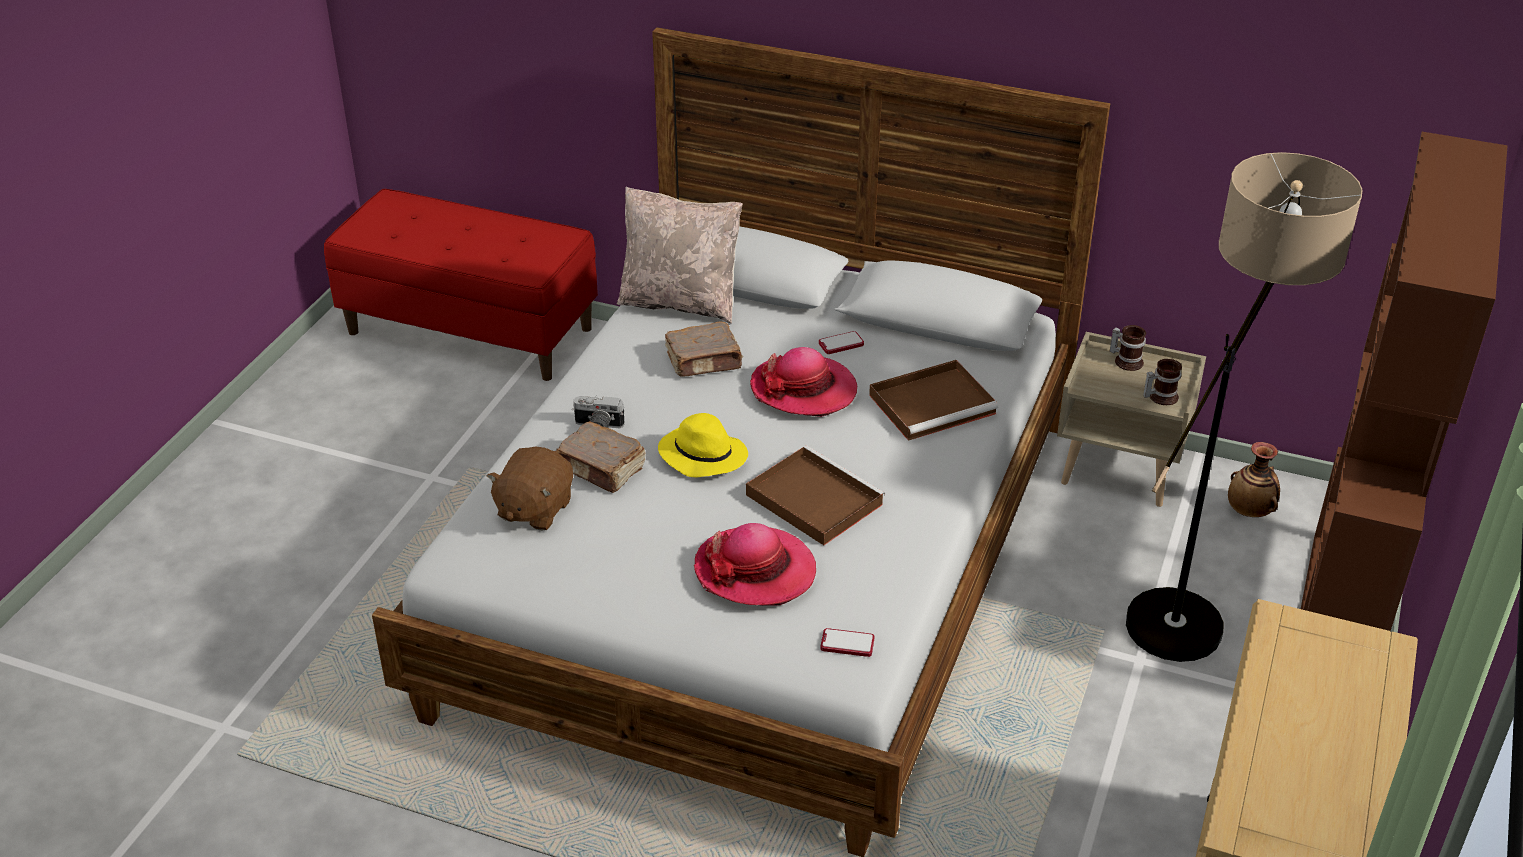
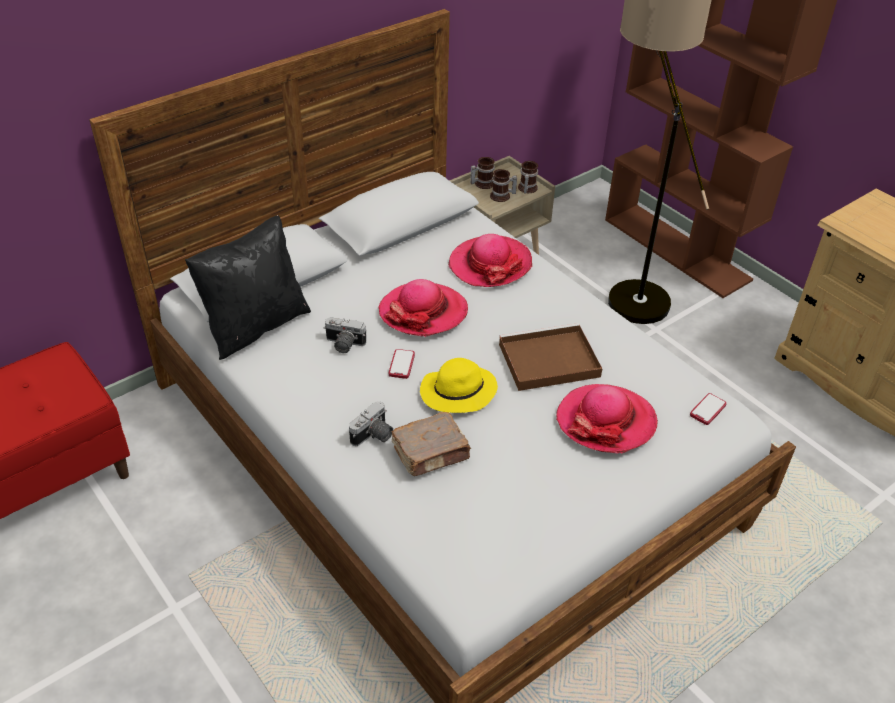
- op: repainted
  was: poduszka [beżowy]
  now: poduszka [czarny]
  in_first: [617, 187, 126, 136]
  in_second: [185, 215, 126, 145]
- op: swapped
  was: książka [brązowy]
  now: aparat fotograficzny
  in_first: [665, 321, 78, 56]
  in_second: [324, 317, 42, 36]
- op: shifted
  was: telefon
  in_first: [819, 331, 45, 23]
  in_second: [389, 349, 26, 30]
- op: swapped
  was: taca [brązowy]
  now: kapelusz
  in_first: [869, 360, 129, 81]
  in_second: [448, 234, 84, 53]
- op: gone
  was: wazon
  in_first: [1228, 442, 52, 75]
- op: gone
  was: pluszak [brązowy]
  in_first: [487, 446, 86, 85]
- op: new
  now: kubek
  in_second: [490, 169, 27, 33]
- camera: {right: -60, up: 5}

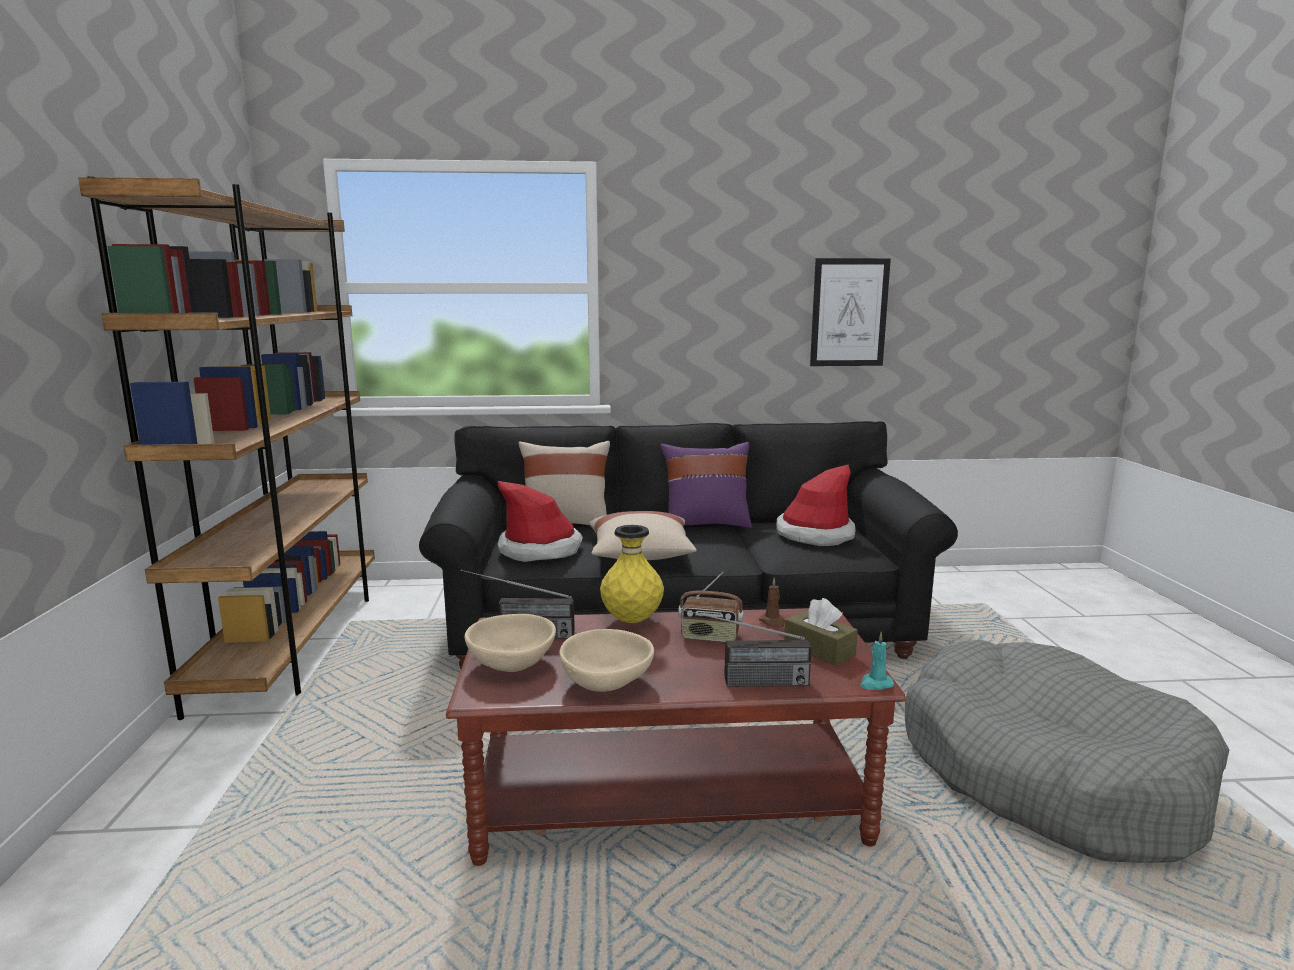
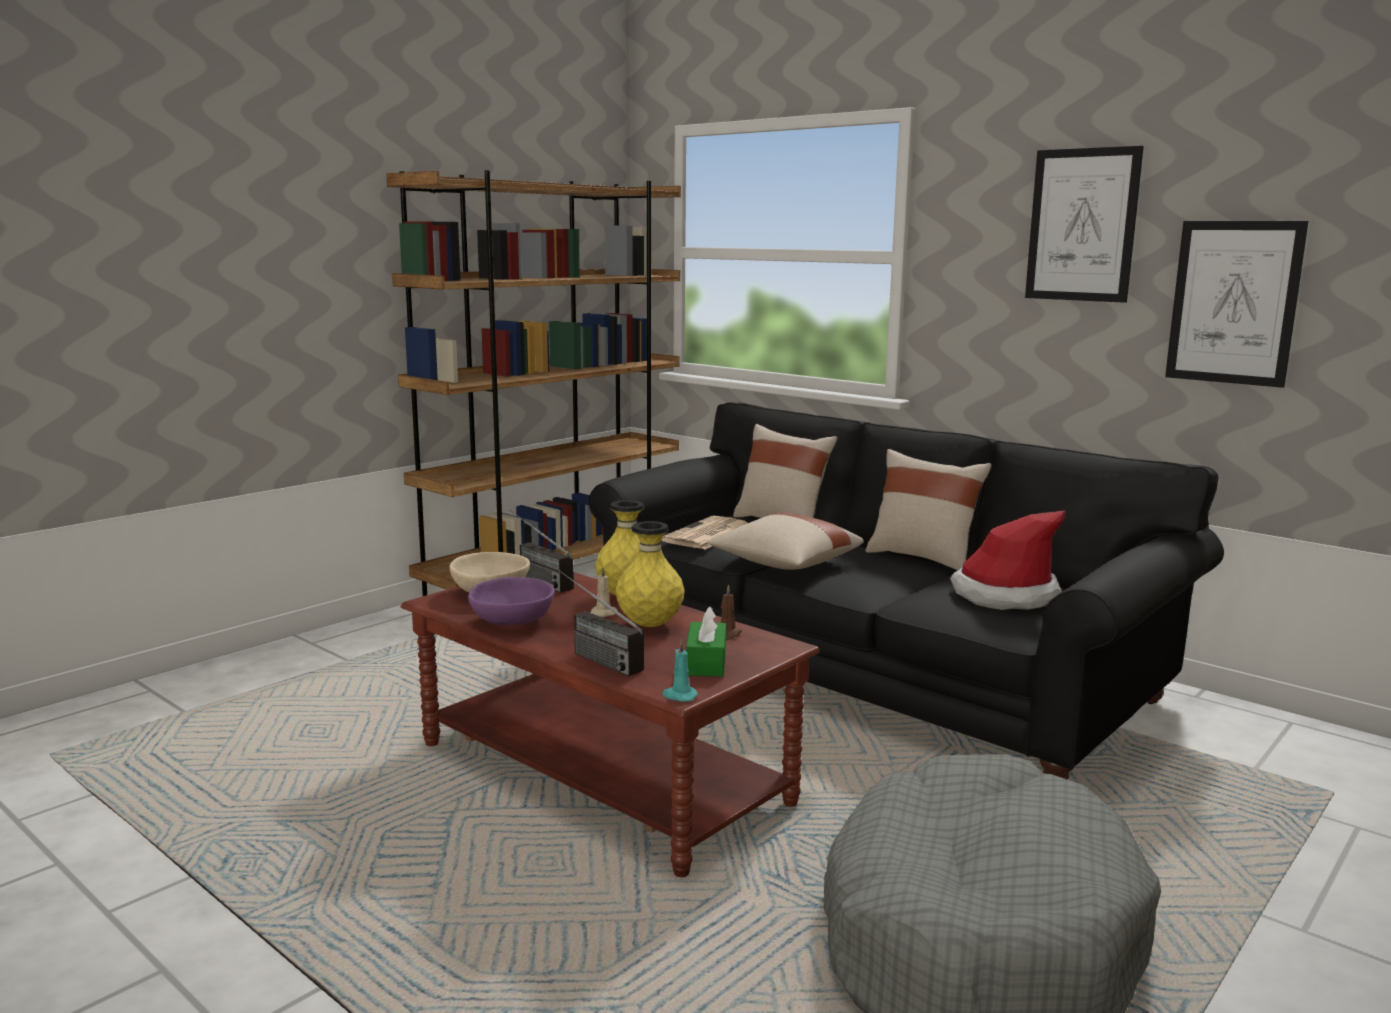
- op: repainted
  was: poduszka [fioletowy]
  now: poduszka [beżowy]
  in_first: [660, 442, 92, 86]
  in_second: [865, 449, 126, 121]
- op: swapped
  was: kapelusz
  now: gazeta
  in_first: [498, 481, 85, 81]
  in_second: [661, 516, 86, 34]
- op: swapped
  was: radio
  now: wazon [żółty]
  in_first: [678, 572, 66, 70]
  in_second: [616, 521, 69, 106]
- op: repainted
  was: pudełko chusteczek [brązowy]
  now: pudełko chusteczek [zielony]
  in_first: [784, 598, 74, 68]
  in_second: [686, 606, 40, 71]
- op: repainted
  was: miska [beżowy]
  now: miska [fioletowy]
  in_first: [559, 629, 95, 63]
  in_second: [468, 577, 87, 49]
- op: new
  now: obraz
  in_second: [1025, 146, 119, 157]
- op: new
  now: świeca [beżowy]
  in_second: [590, 566, 27, 51]
- camera: {right: 45, up: 0}

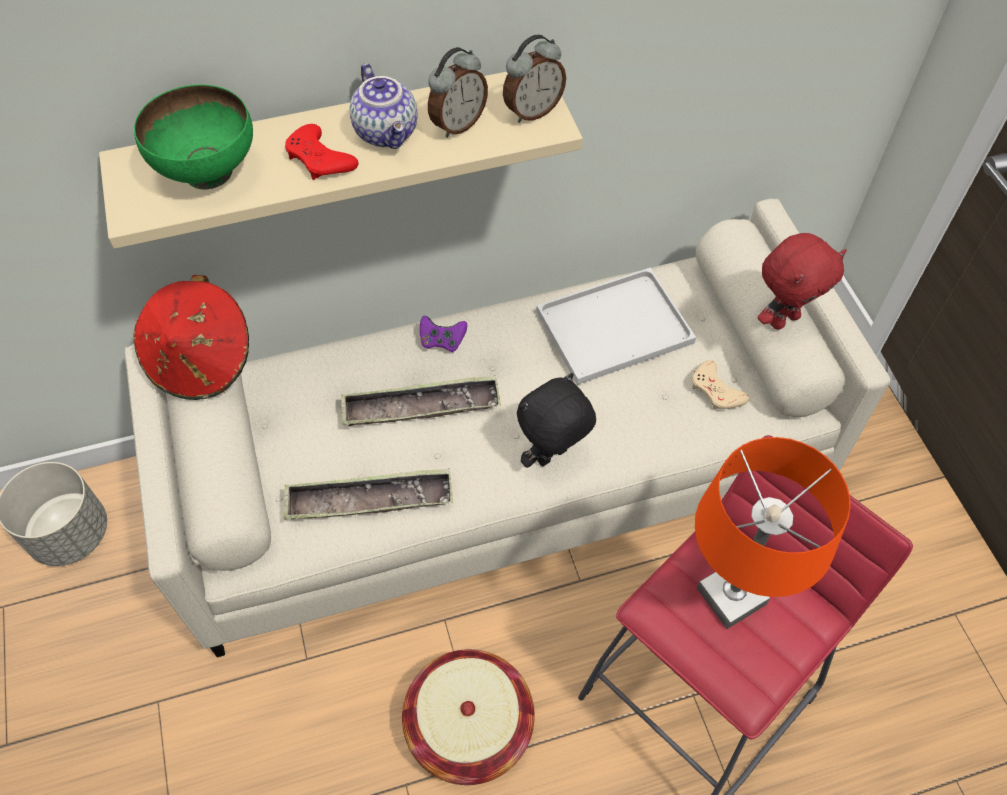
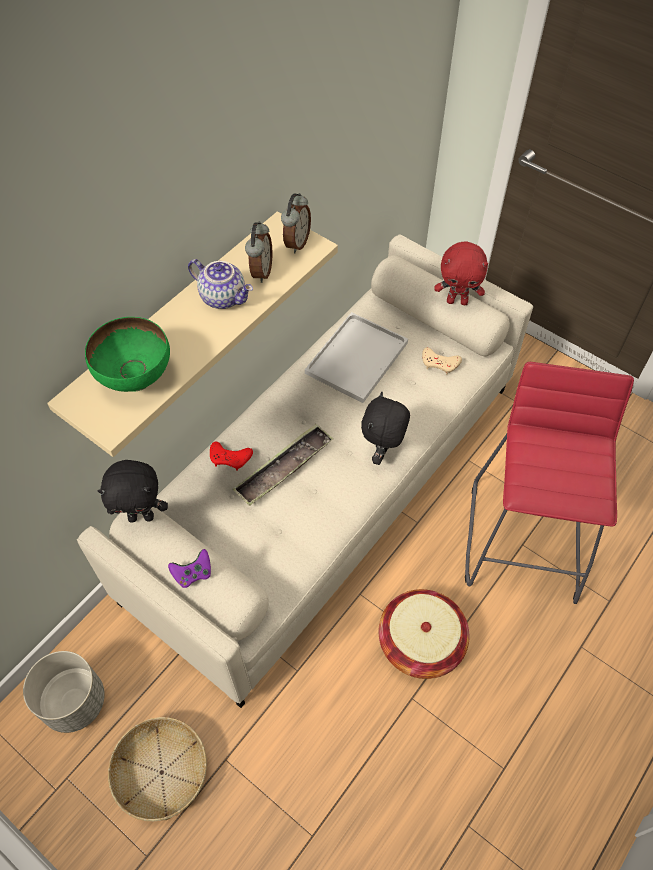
- op: shifted
  was: pad do gier [czerwony]
  in_first: [285, 124, 74, 56]
  in_second: [210, 442, 43, 29]
- op: rotated
  was: pluszak [czerwony]
  in_first: [758, 233, 89, 97]
  in_second: [434, 241, 54, 64]
  clockwise: 75
- op: swapped
  was: kapelusz [czerwony]
  now: pluszak [czarny]
  in_first: [133, 275, 116, 125]
  in_second: [98, 460, 70, 63]
- op: shifted
  was: pad do gier [fioletowy]
  in_first: [420, 316, 47, 36]
  in_second: [168, 549, 43, 39]
- op: gone
  was: lampa stołowa [pomarańczowy]
  in_first: [695, 437, 156, 192]
- op: gone
  was: taca
  in_first: [283, 469, 170, 51]
- op: new
  now: koszyk
  in_second: [108, 717, 99, 104]
- camera: {right: -35, up: 0}

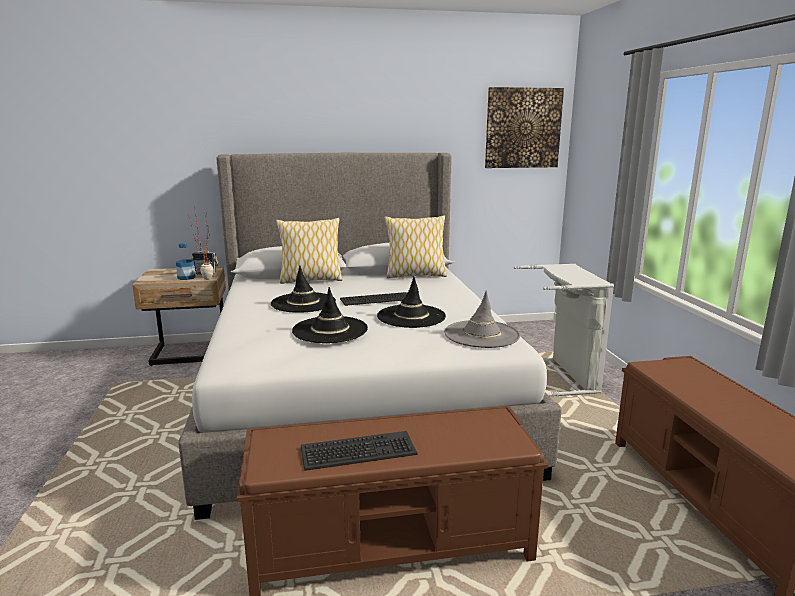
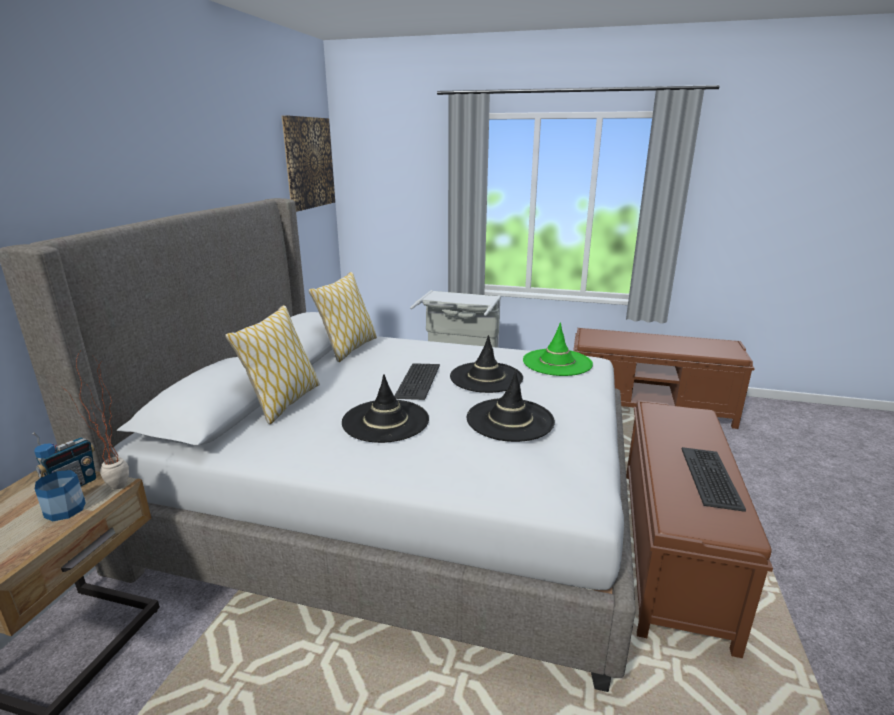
- op: repainted
  was: kapelusz [szary]
  now: kapelusz [zielony]
  in_first: [444, 291, 77, 57]
  in_second: [523, 322, 70, 54]
- camera: {right: -65, up: 5}

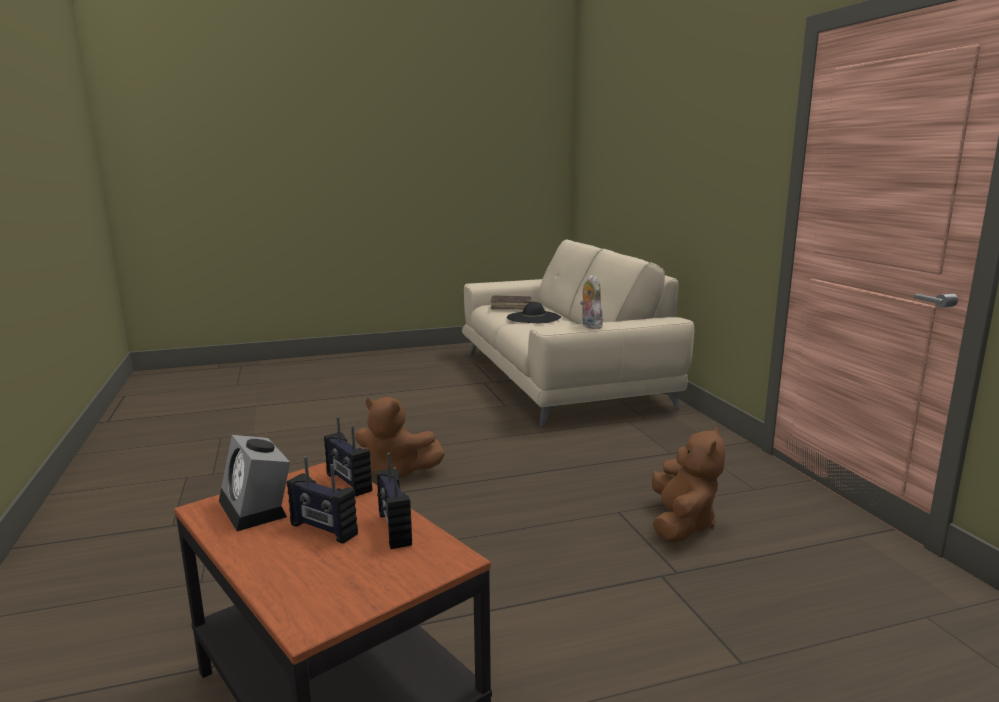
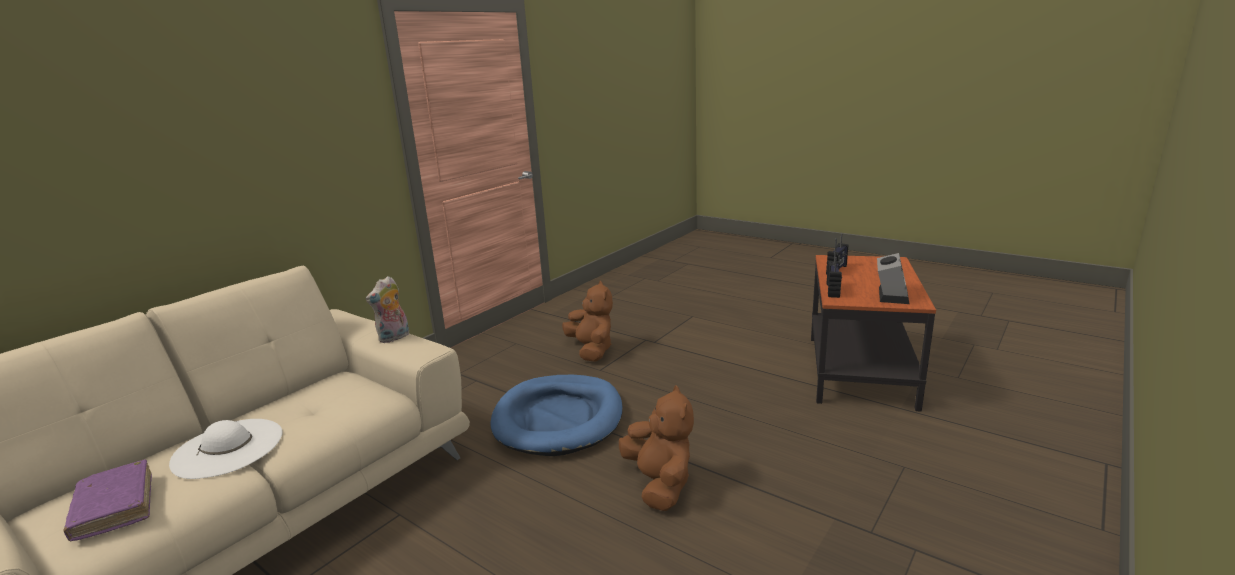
- op: repainted
  was: książka [brązowy]
  now: książka [fioletowy]
  in_first: [491, 295, 41, 14]
  in_second: [63, 460, 89, 81]
- op: repainted
  was: kapelusz [czarny]
  now: kapelusz [biały]
  in_first: [507, 302, 54, 21]
  in_second: [169, 419, 114, 60]
- op: rotated
  was: pluszak [brązowy]
  in_first: [652, 427, 73, 116]
  in_second: [562, 281, 51, 81]
  clockwise: 90
- op: gone
  was: radio
  in_first: [287, 456, 71, 88]
- op: new
  now: legowisko [niebieski]
  in_second: [490, 375, 133, 81]
- camera: {right: -125, up: 5}

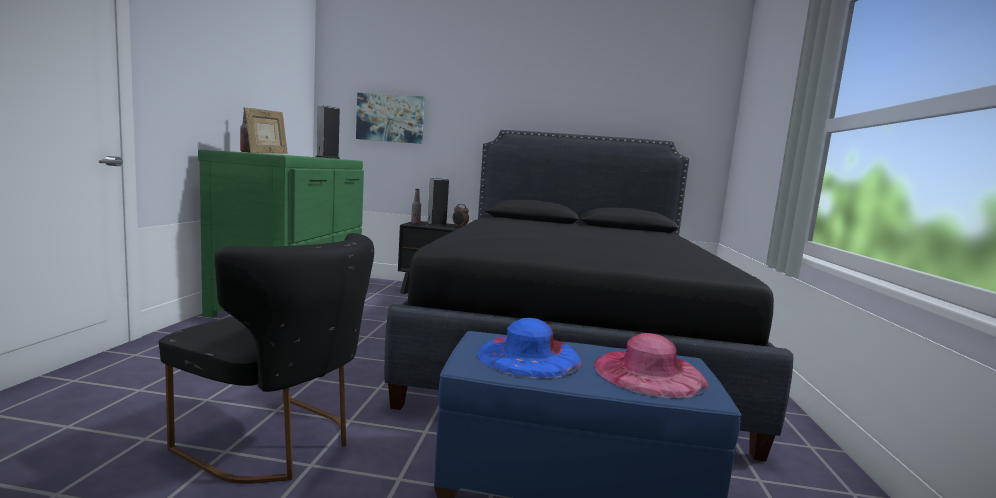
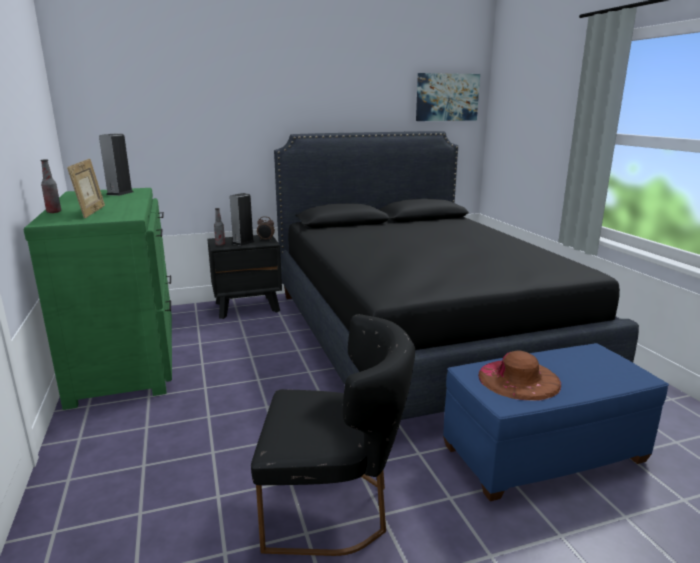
- op: shifted
  was: obraz
  in_first: [356, 93, 69, 51]
  in_second: [416, 73, 64, 48]
- op: repainted
  was: kapelusz [niebieski]
  now: kapelusz [brązowy]
  in_first: [477, 318, 106, 60]
  in_second: [478, 350, 84, 51]
- op: gone
  was: kapelusz [różowy]
  in_first: [594, 333, 115, 66]
- camera: {right: -25, up: 10}

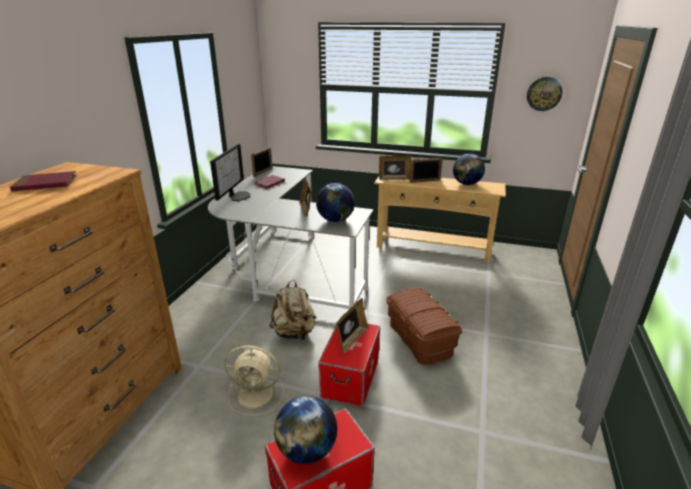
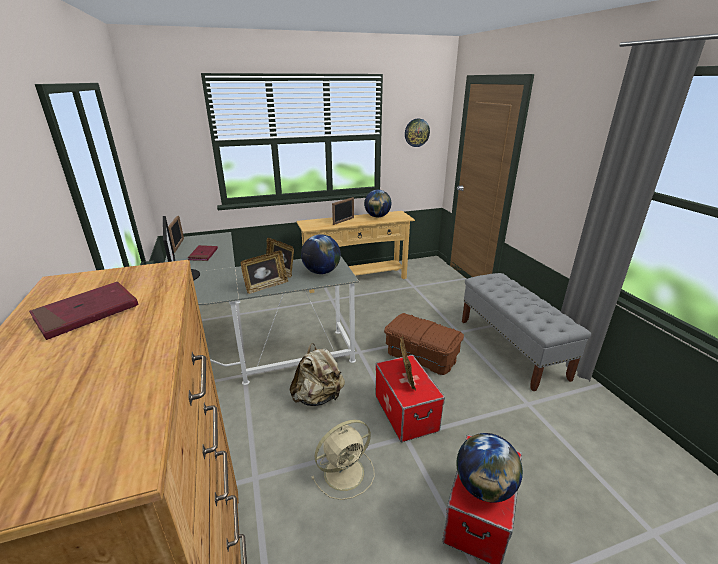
- op: shifted
  was: ramka na zdjęcie
  in_first: [379, 155, 32, 26]
  in_second: [240, 250, 48, 44]
- op: new
  now: ławka [szary]
  in_second: [462, 273, 129, 118]
- camera: {right: -35, up: 0}

